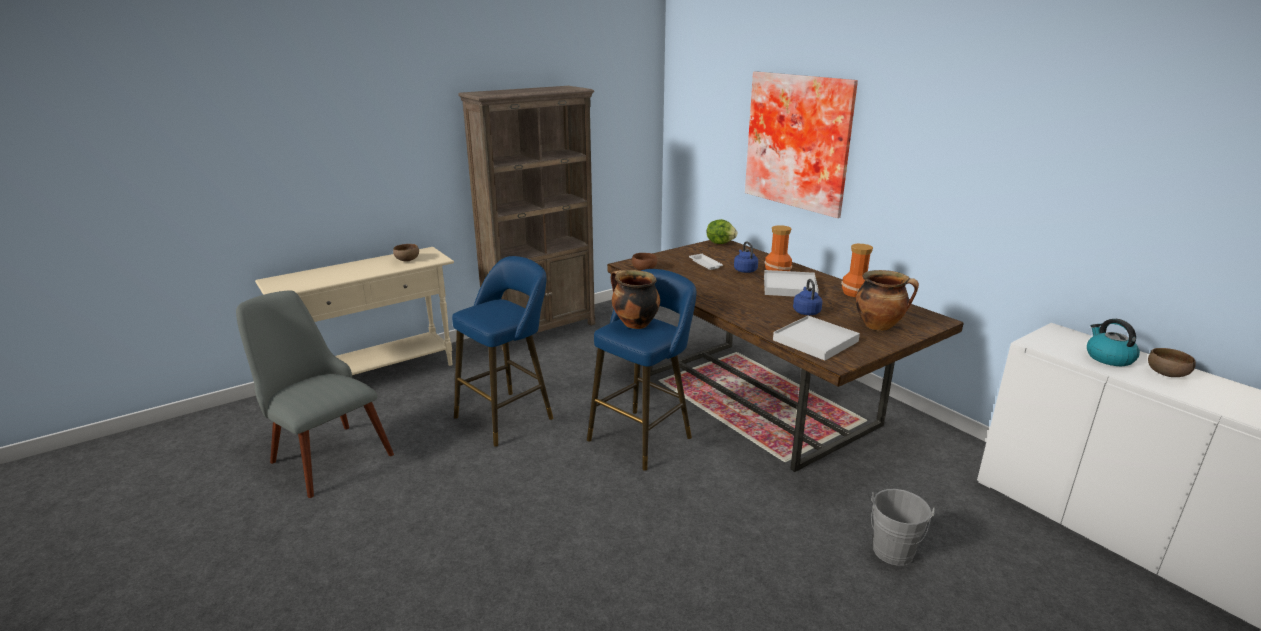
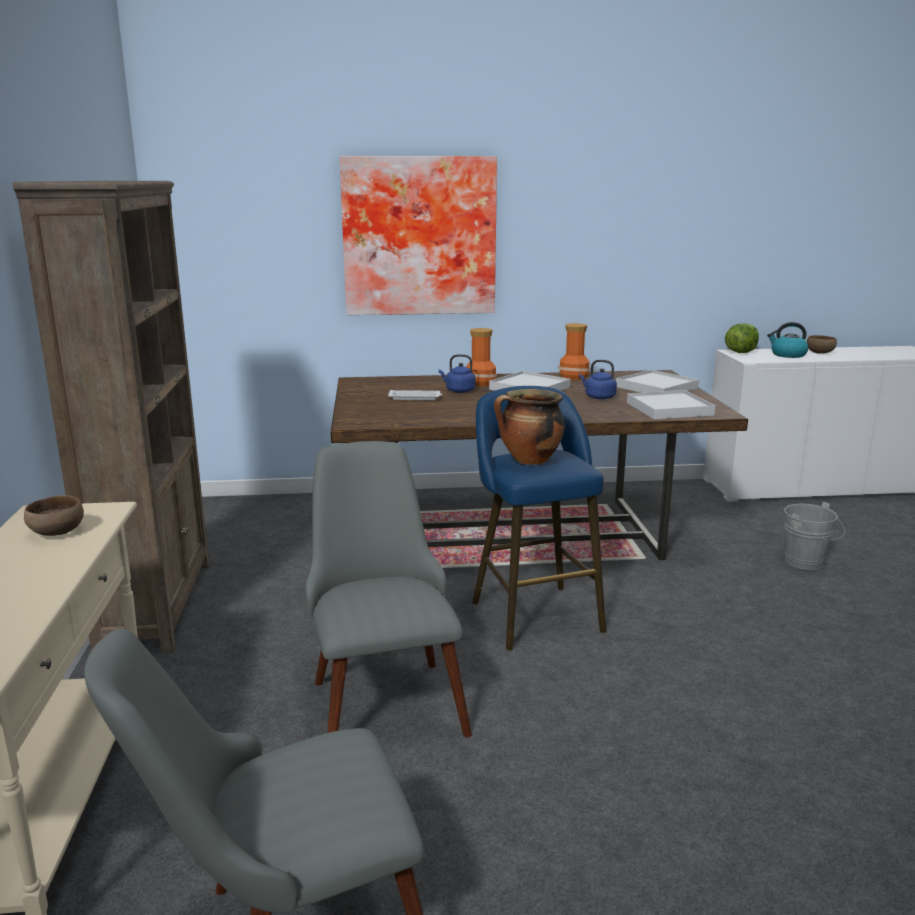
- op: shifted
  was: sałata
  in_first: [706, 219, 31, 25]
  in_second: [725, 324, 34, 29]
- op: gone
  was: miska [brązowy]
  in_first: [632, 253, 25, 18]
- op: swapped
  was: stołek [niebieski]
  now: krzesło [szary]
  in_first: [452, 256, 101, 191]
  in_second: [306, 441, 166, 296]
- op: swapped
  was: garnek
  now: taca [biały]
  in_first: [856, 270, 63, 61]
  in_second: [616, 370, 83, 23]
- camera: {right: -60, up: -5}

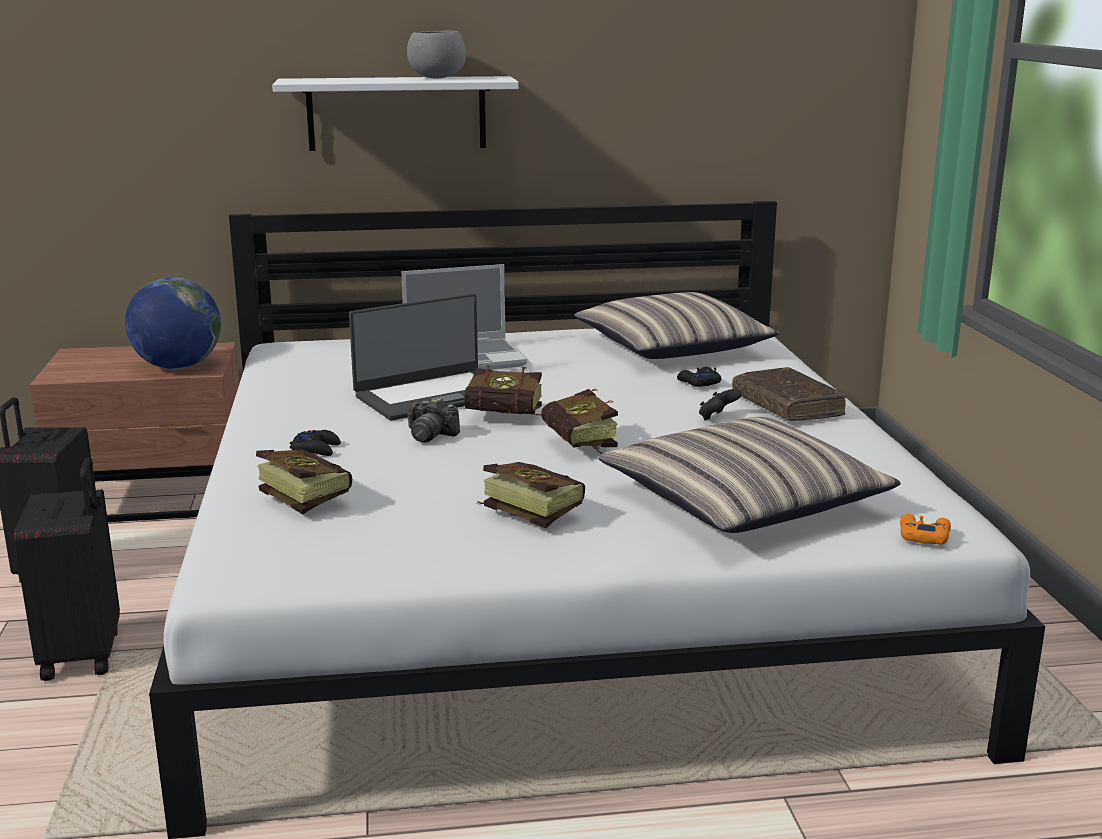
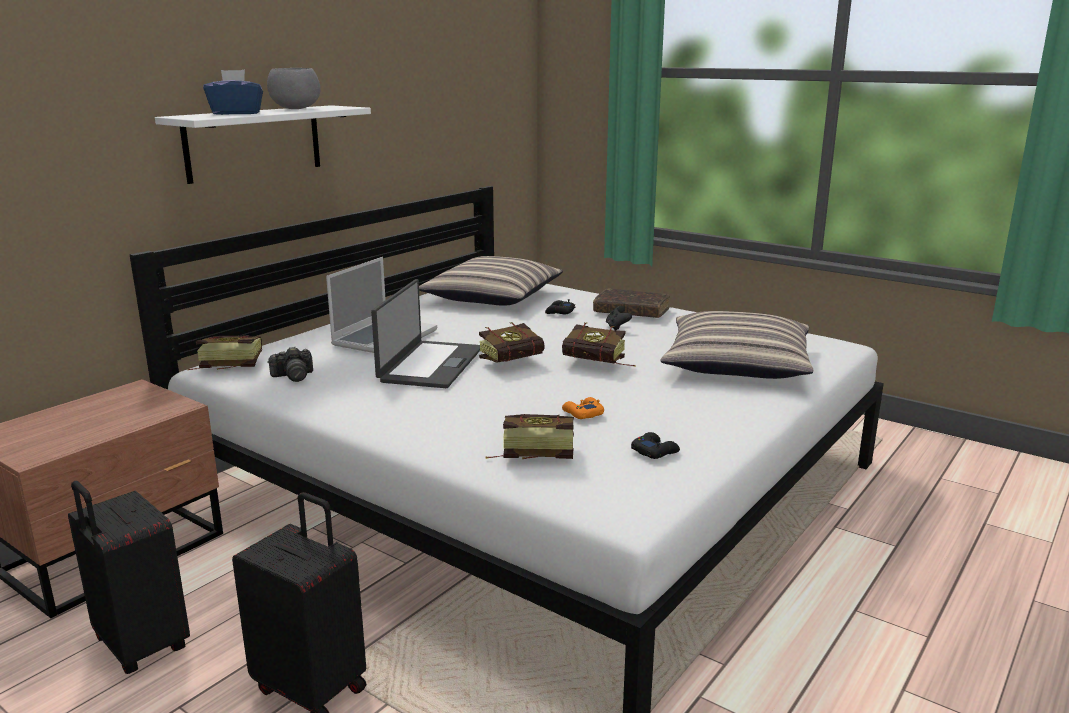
- op: gone
  was: globus
  in_first: [125, 277, 96, 92]
- op: shifted
  was: aparat fotograficzny
  in_first: [407, 397, 53, 46]
  in_second: [267, 346, 46, 36]
- op: shifted
  was: pad do gier [czarny]
  in_first: [290, 430, 51, 26]
  in_second: [631, 432, 49, 27]
- op: shifted
  was: książka
  in_first: [477, 462, 108, 66]
  in_second: [187, 335, 76, 35]
- op: shifted
  was: pad do gier [pomarańczowy]
  in_first: [900, 514, 51, 31]
  in_second: [562, 397, 42, 22]
- op: new
  now: pudełko chusteczek [niebieski]
  in_second: [203, 70, 60, 45]
- camera: {right: -45, up: 0}

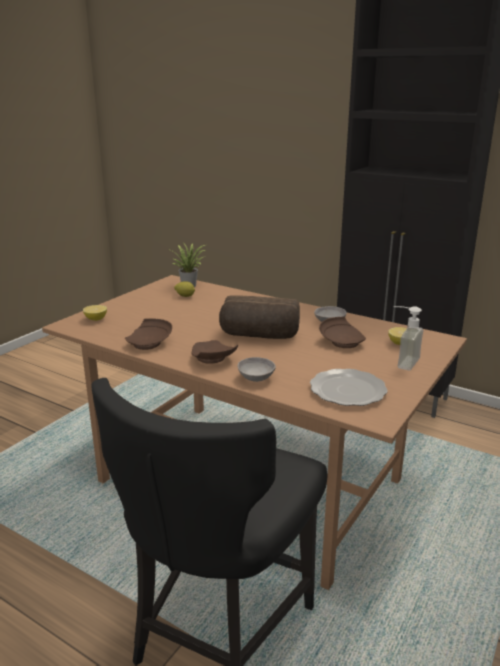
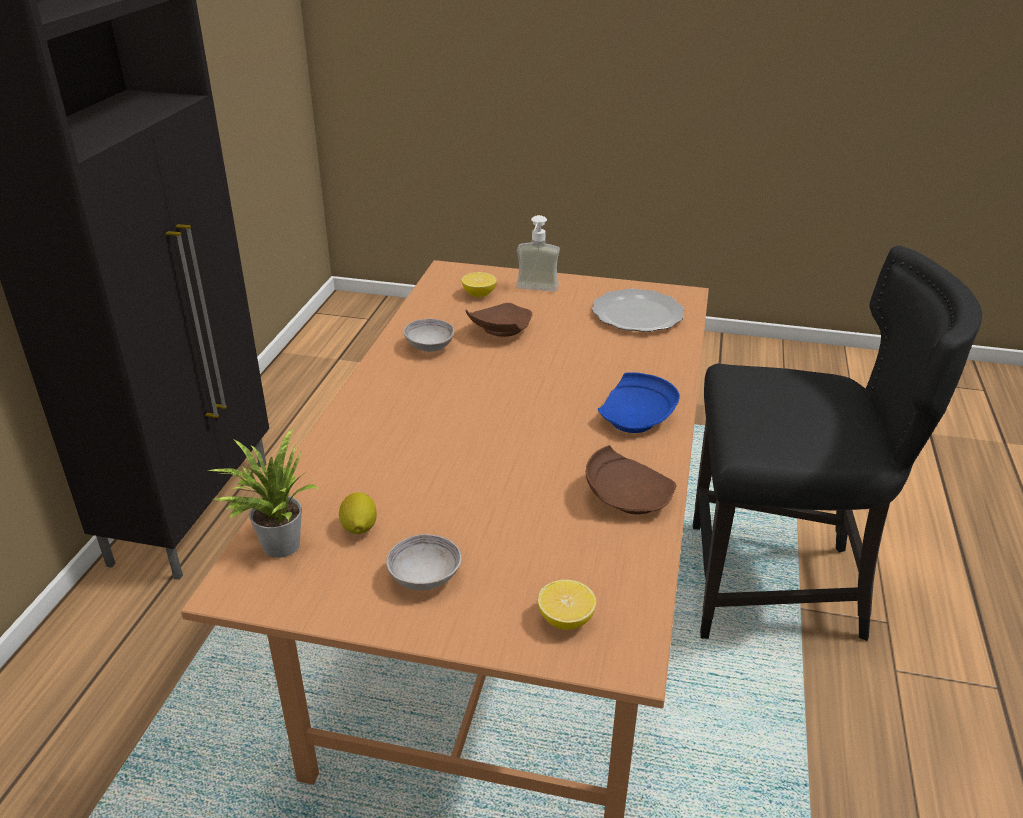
- op: gone
  was: chleb
  in_first: [219, 295, 81, 44]
- op: repainted
  was: talerz [brązowy]
  now: talerz [niebieski]
  in_first: [192, 340, 46, 24]
  in_second: [598, 372, 82, 61]
- op: shifted
  was: miska [szary]
  in_first: [238, 357, 38, 25]
  in_second: [386, 534, 76, 57]
- camera: {right: -110, up: 10}

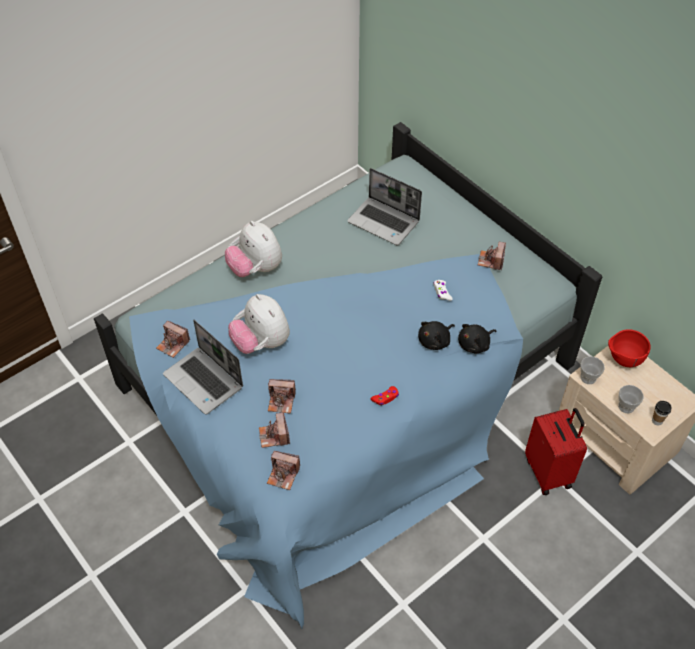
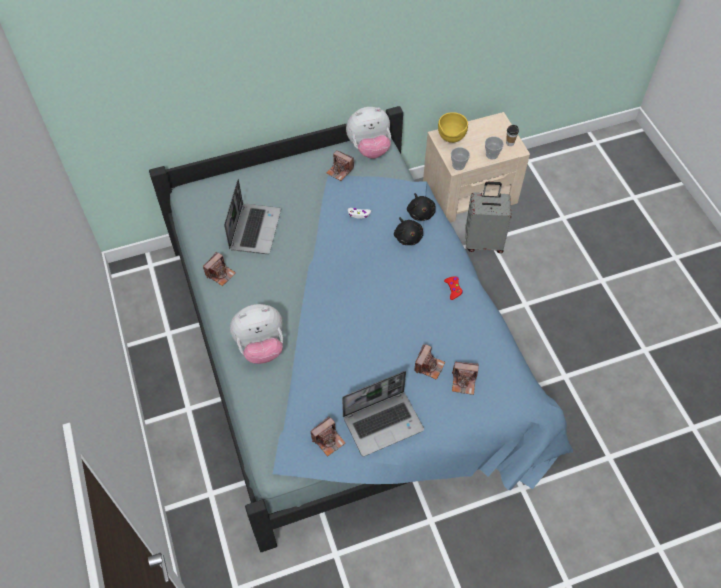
- op: rotated
  was: laptop
  in_first: [347, 168, 75, 77]
  in_second: [224, 179, 57, 75]
  clockwise: -45
- op: shifted
  was: pluszak
  in_first: [228, 294, 62, 60]
  in_second: [346, 107, 45, 52]
- op: repainted
  was: miska [czerwony]
  now: miska [żółty]
  in_first: [608, 329, 43, 38]
  in_second: [438, 112, 30, 31]
- op: repainted
  was: walizka [czerwony]
  now: walizka [szary]
  in_first: [525, 408, 62, 87]
  in_second: [466, 182, 45, 71]
- op: shifted
  was: aparat fotograficzny
  in_first: [267, 451, 33, 39]
  in_second: [203, 252, 33, 34]
- camera: {right: -70, up: 5}

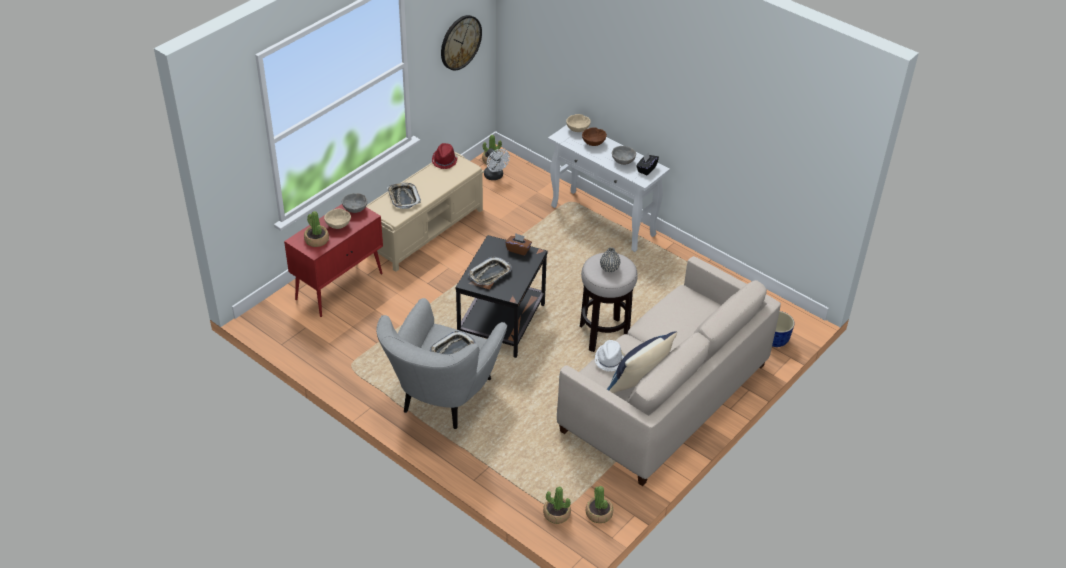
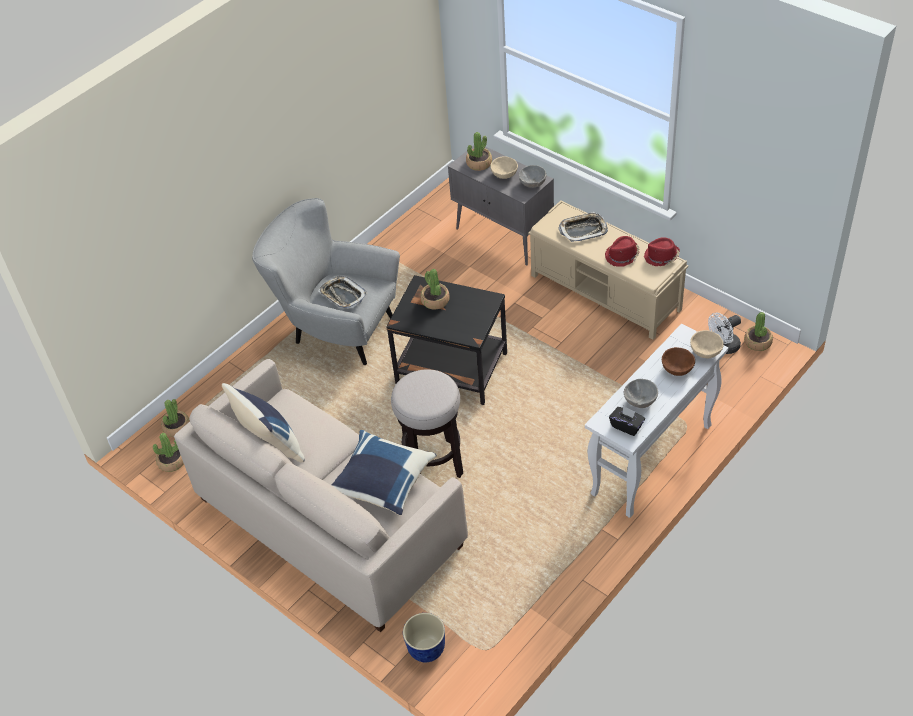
- op: gone
  was: zegar ścienny
  in_first: [441, 15, 41, 55]
- op: repainted
  was: szafka [czerwony]
  now: szafka [szary]
  in_first: [284, 204, 99, 113]
  in_second: [448, 145, 106, 121]
- op: gone
  was: pudełko chusteczek [brązowy]
  in_first: [505, 233, 27, 23]
- op: gone
  was: wazon [szary]
  in_first: [600, 247, 20, 25]
- op: swapped
  was: taca
  now: roślina doniczkowa
  in_first: [468, 257, 44, 28]
  in_second: [421, 269, 29, 41]
- op: gone
  was: kapelusz [biały]
  in_first: [595, 340, 30, 31]
- op: new
  now: kapelusz [czerwony]
  in_second: [605, 236, 34, 31]
- op: new
  now: poduszka [niebieski]
  in_second: [331, 430, 106, 85]
- camera: {right: 95, up: 5}

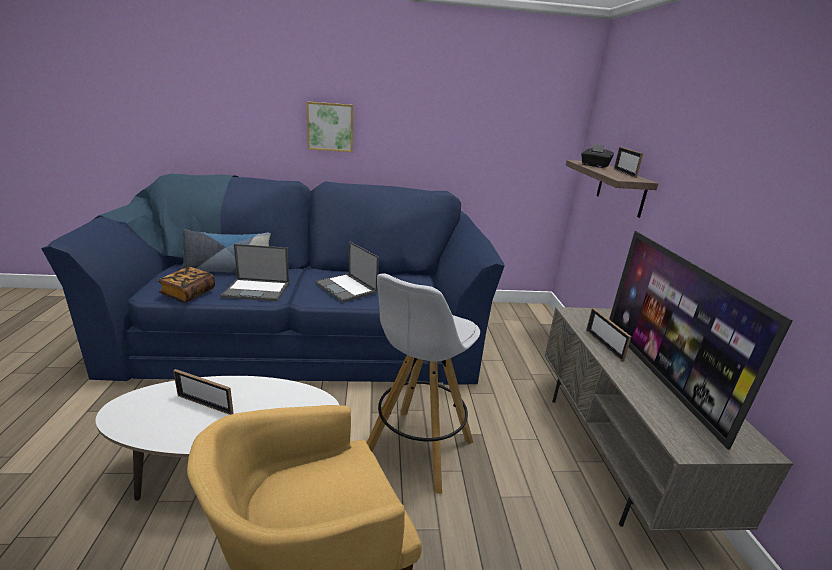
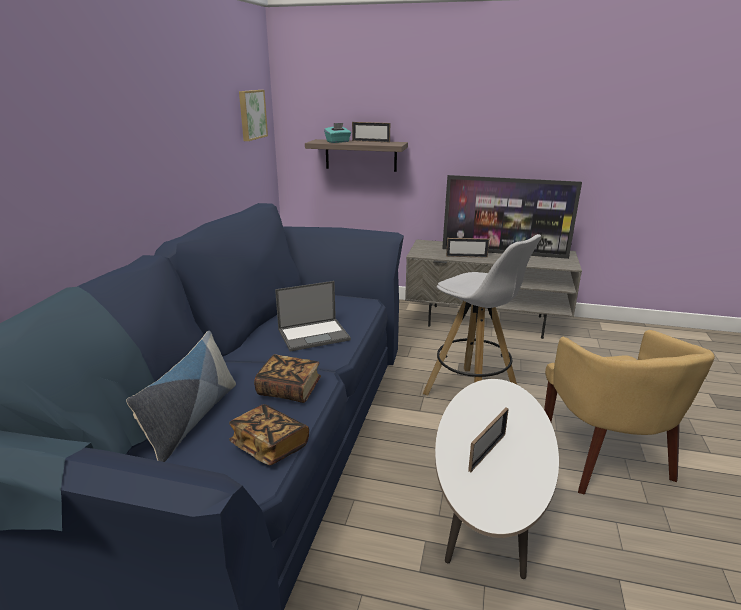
- op: shifted
  was: obraz
  in_first: [306, 101, 47, 51]
  in_second: [239, 90, 29, 51]
- op: repainted
  was: pudełko chusteczek [czarny]
  now: pudełko chusteczek [turkusowy]
  in_first: [581, 144, 33, 24]
  in_second: [324, 123, 27, 20]
- op: swapped
  was: laptop
  now: książka
  in_first: [221, 244, 68, 57]
  in_second: [254, 354, 67, 49]
- camera: {right: -70, up: 0}

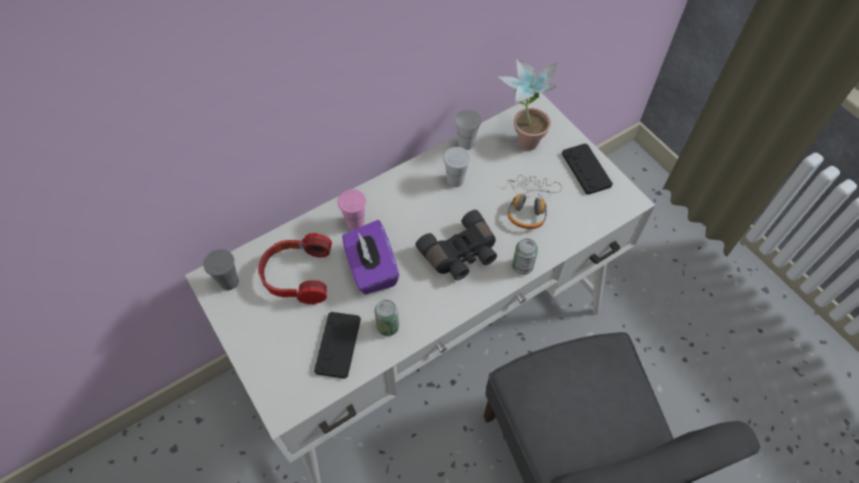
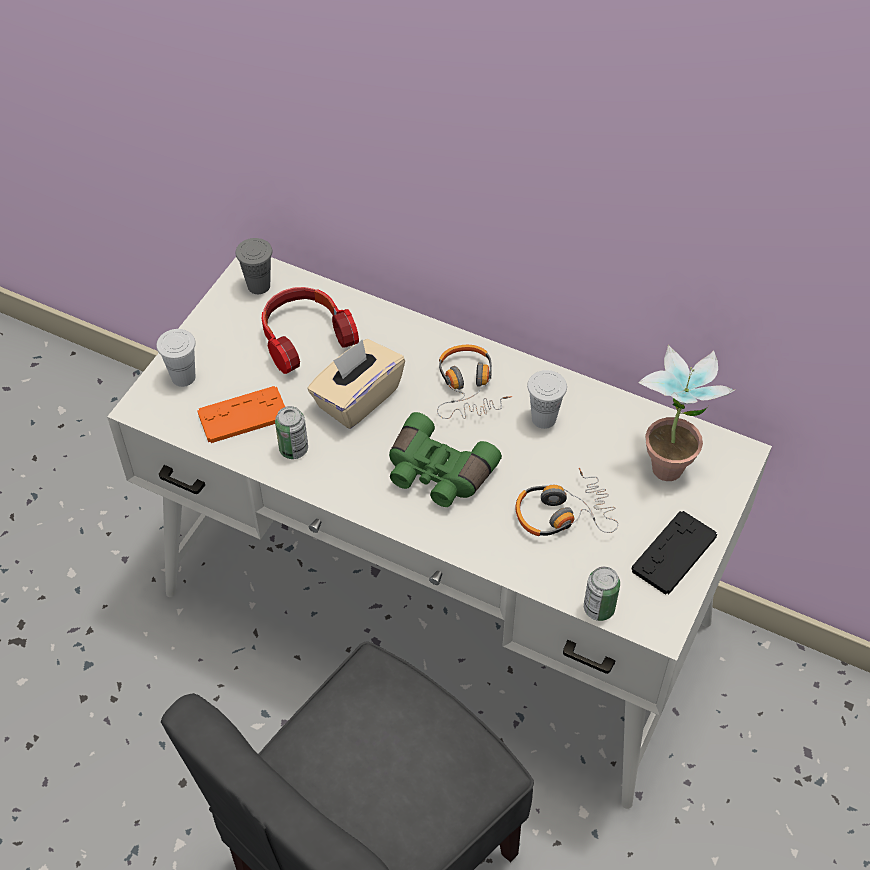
- op: shifted
  was: filiżanka [biały]
  in_first: [455, 110, 26, 40]
  in_second: [157, 329, 39, 58]
- op: gone
  was: filiżanka [różowy]
  in_first: [338, 189, 28, 41]
- op: repainted
  was: lornetka [czarny]
  now: lornetka [zielony]
  in_first: [416, 210, 81, 71]
  in_second: [389, 412, 113, 95]
- op: repainted
  was: pudełko chusteczek [fioletowy]
  now: pudełko chusteczek [beżowy]
  in_first: [342, 220, 57, 74]
  in_second: [307, 339, 98, 90]
- op: shifted
  was: puszka
  in_first: [512, 238, 26, 37]
  in_second: [584, 567, 36, 54]
- op: repainted
  was: pad do gier [czarny]
  now: pad do gier [pomarańczowy]
  in_first: [314, 312, 47, 67]
  in_second: [197, 386, 88, 57]
- op: new
  now: słuchawki
  in_second: [437, 345, 75, 74]
- camera: {right: 60, up: -5}

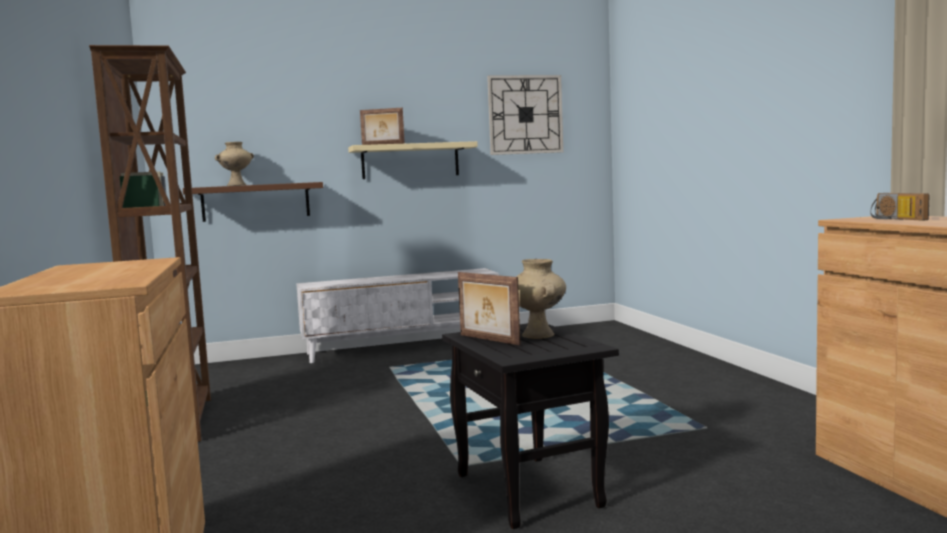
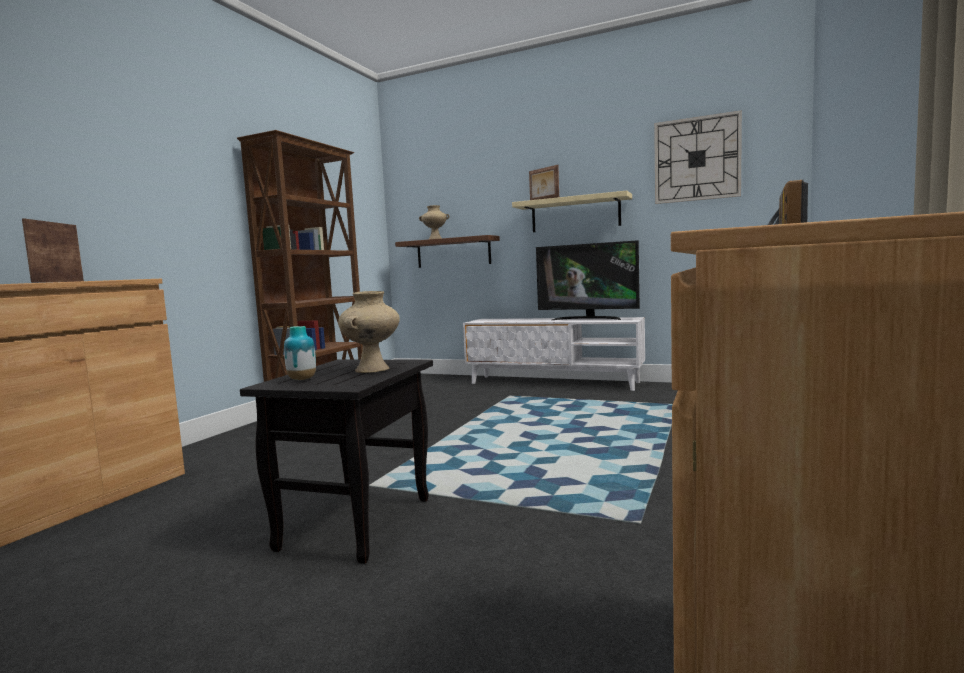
- op: shifted
  was: ramka na zdjęcie
  in_first: [458, 272, 63, 73]
  in_second: [22, 218, 62, 65]
- op: new
  now: telewizor
  in_second: [536, 240, 104, 80]
- op: new
  now: wazon
  in_second: [284, 326, 32, 54]
- camera: {right: 40, up: 0}

